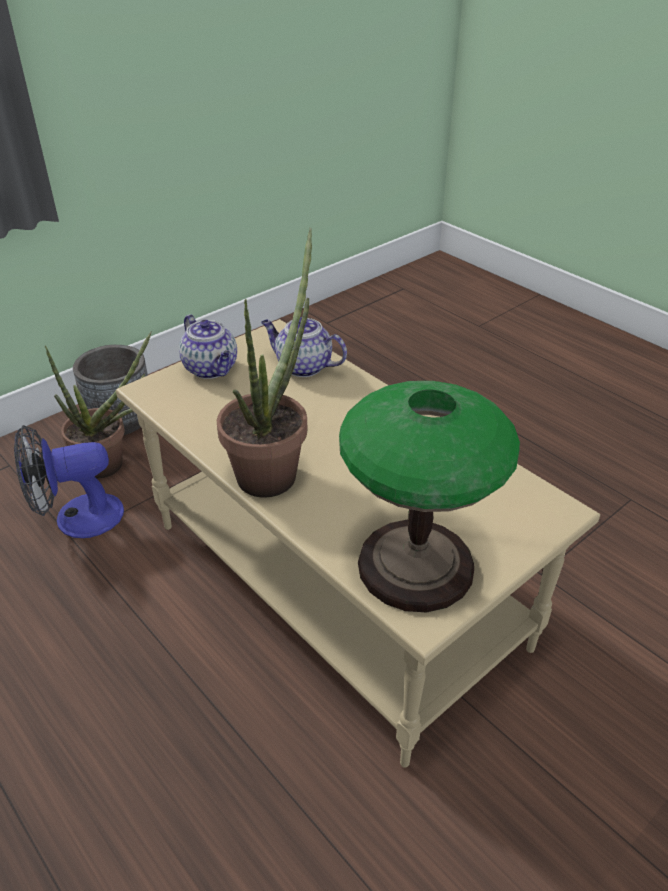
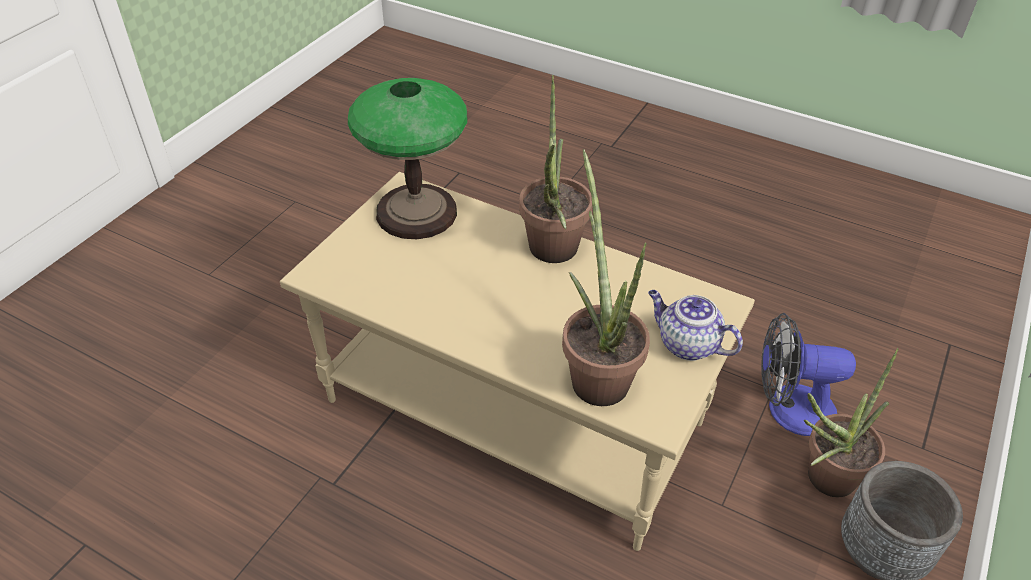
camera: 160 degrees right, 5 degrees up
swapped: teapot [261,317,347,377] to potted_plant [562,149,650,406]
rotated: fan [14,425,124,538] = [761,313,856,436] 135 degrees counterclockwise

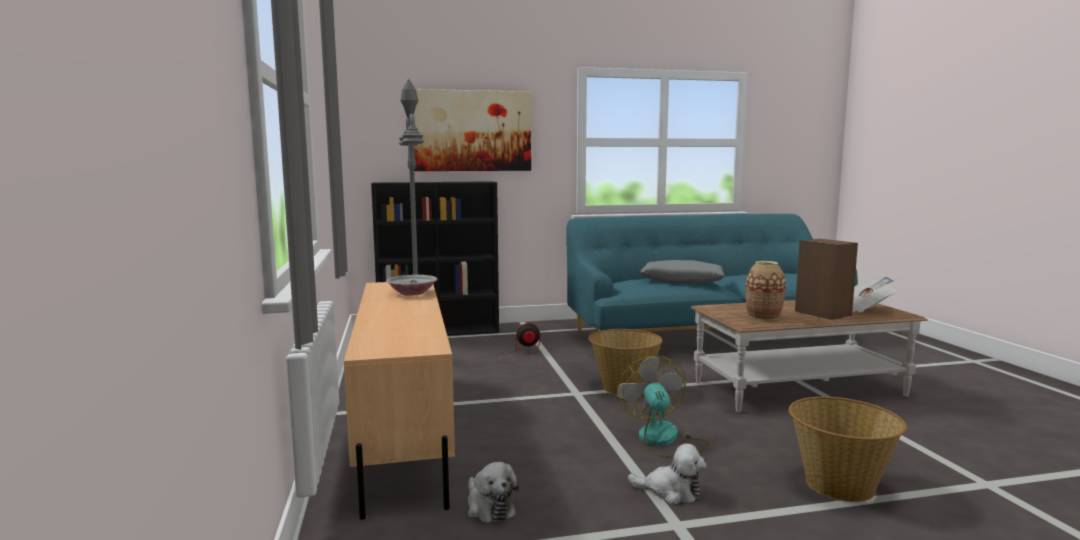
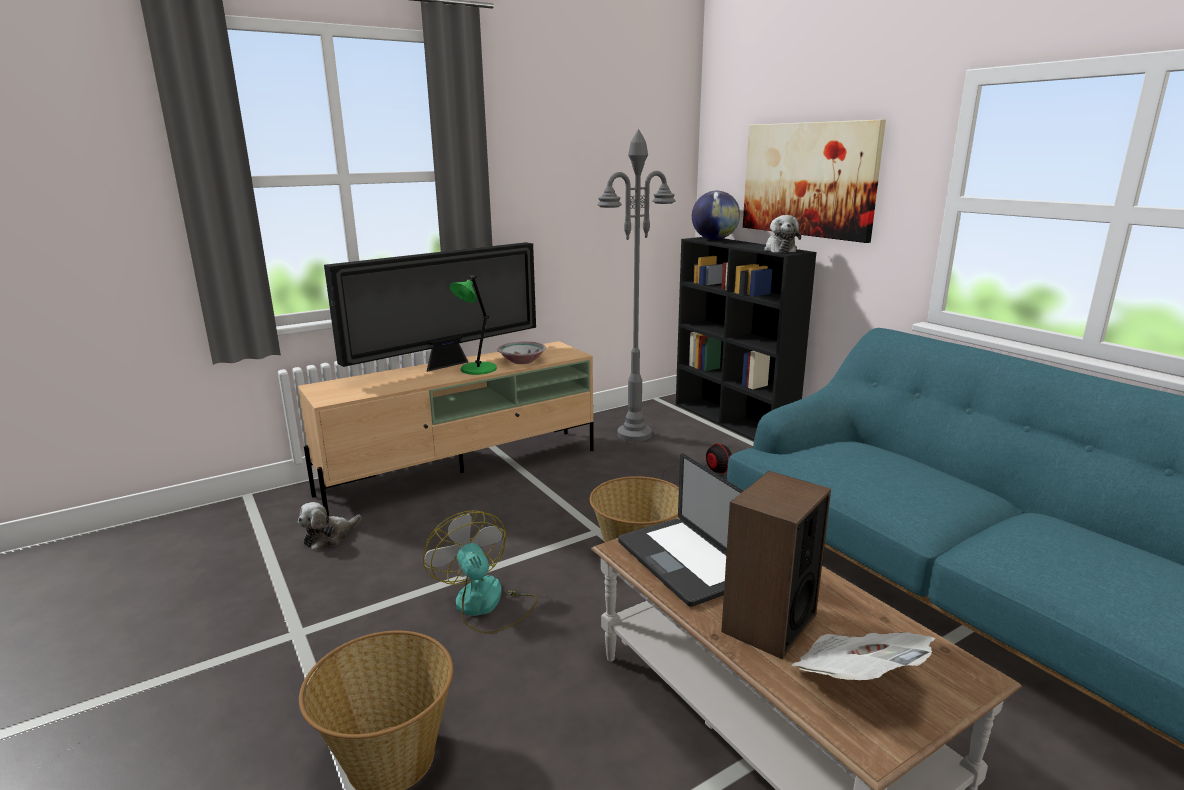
camera: 70 degrees right, 10 degrees up
gone: grey_pillow [640,260,725,283]
new: television [324,242,536,372]; green_table_lamp [450,275,497,375]; globe [692,191,740,240]
shifted: plush_toy [628,443,707,504] to [764,215,801,253]
swapped: vase [745,261,786,321] to laptop [618,453,743,607]
rotated: fan [617,356,709,458] = [423,510,537,634] 90 degrees counterclockwise

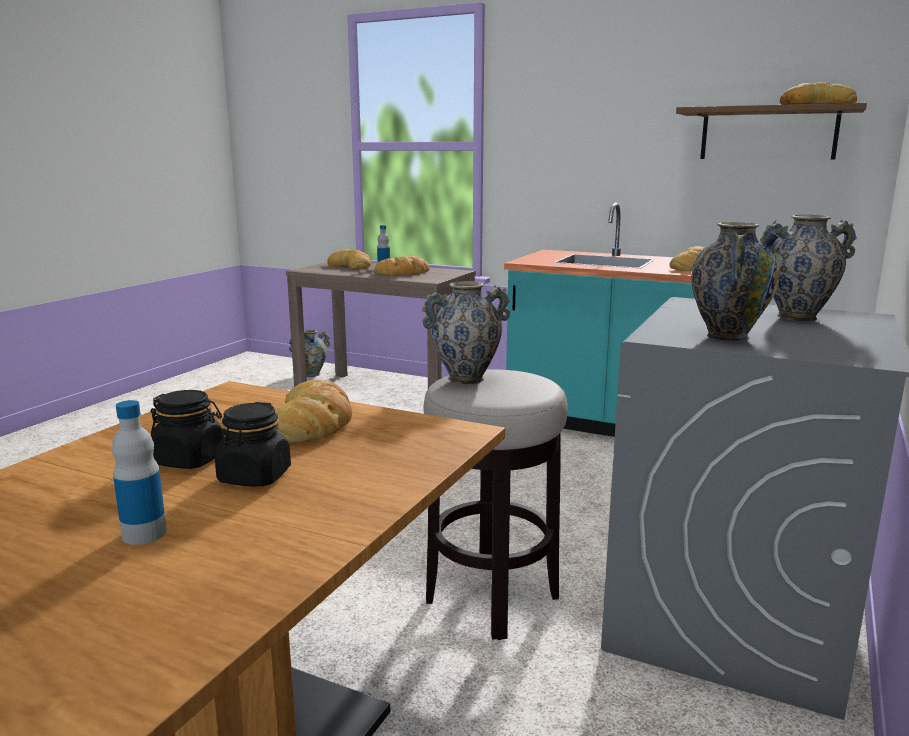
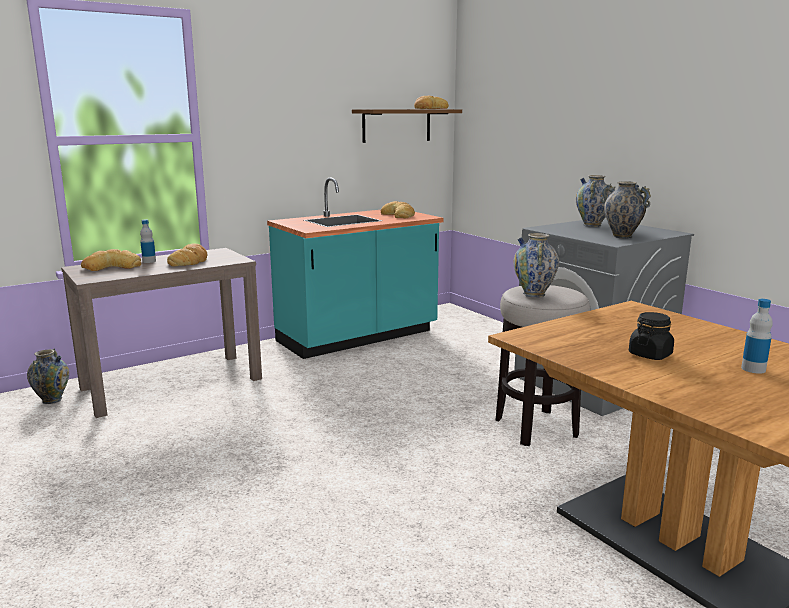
camera: 60 degrees left, 0 degrees up
gone: black_jar [215,402,291,486]; bread [275,379,352,443]

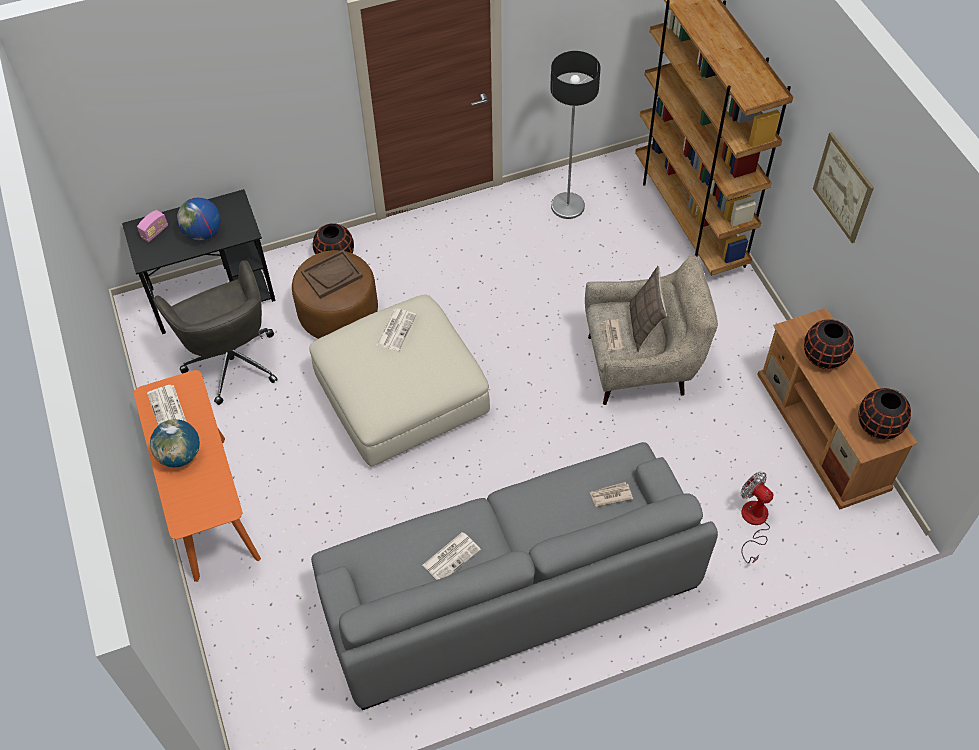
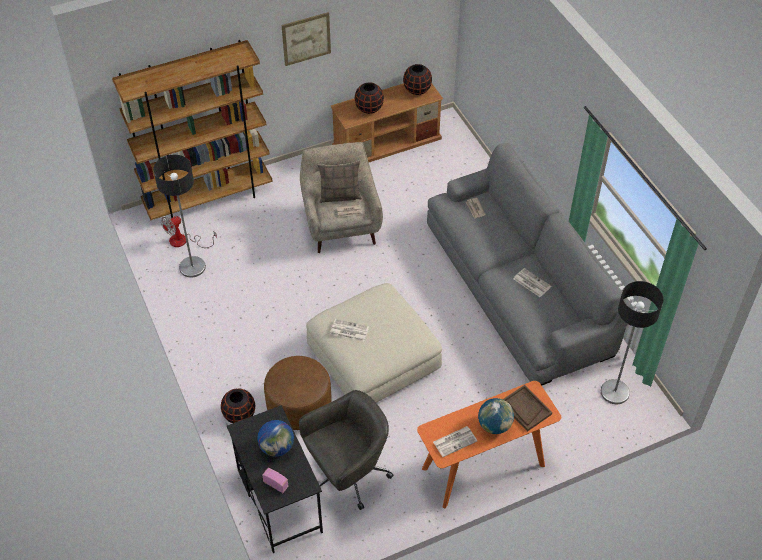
camera: 95 degrees left, 5 degrees down
new: floor_lamp [601,281,664,404]
shifted: fan [741,472,774,564] to [161,216,217,248]; brown_tray [301,250,363,299] to [503,385,552,432]

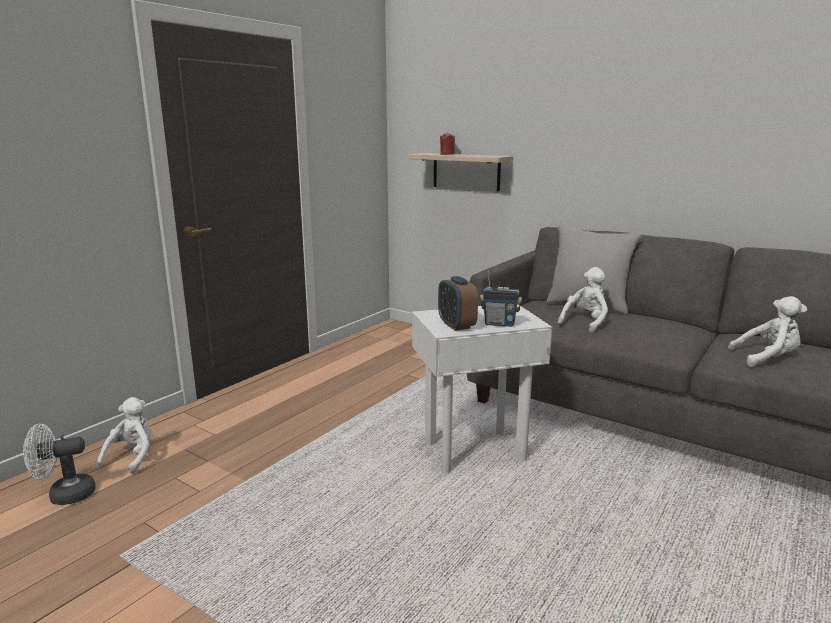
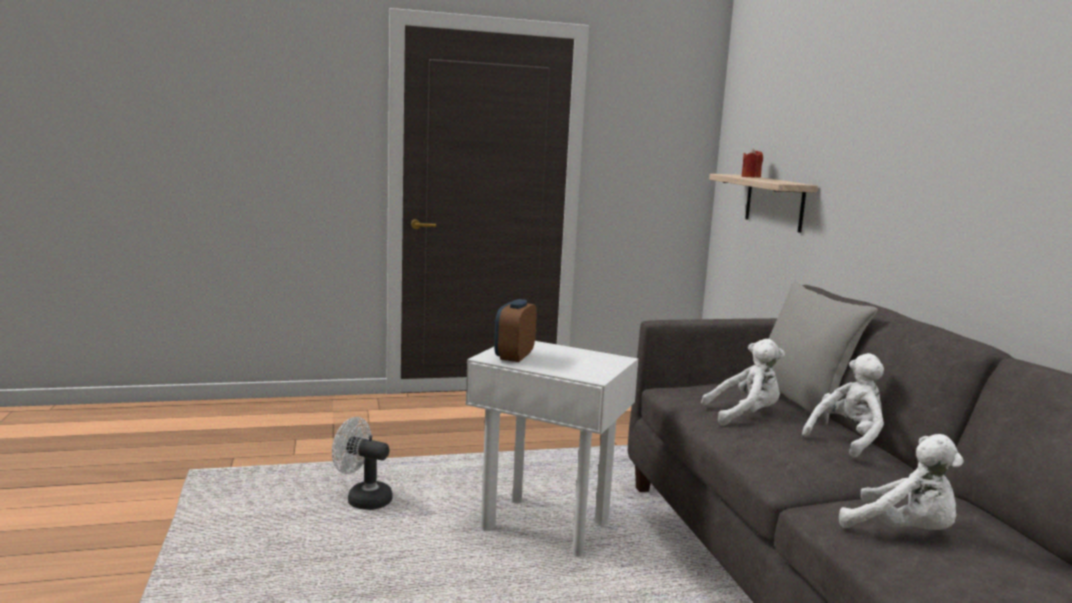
camera: 40 degrees right, 5 degrees down
gone: radio [480,269,522,327]
shifted: white_fan [23,424,96,505] to [332,417,393,510]; white_plush_toy [96,397,152,474] to [802,353,884,458]

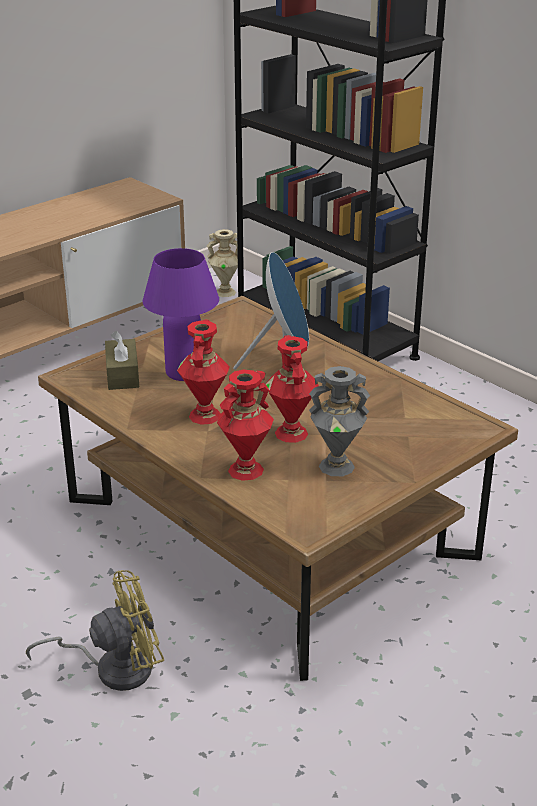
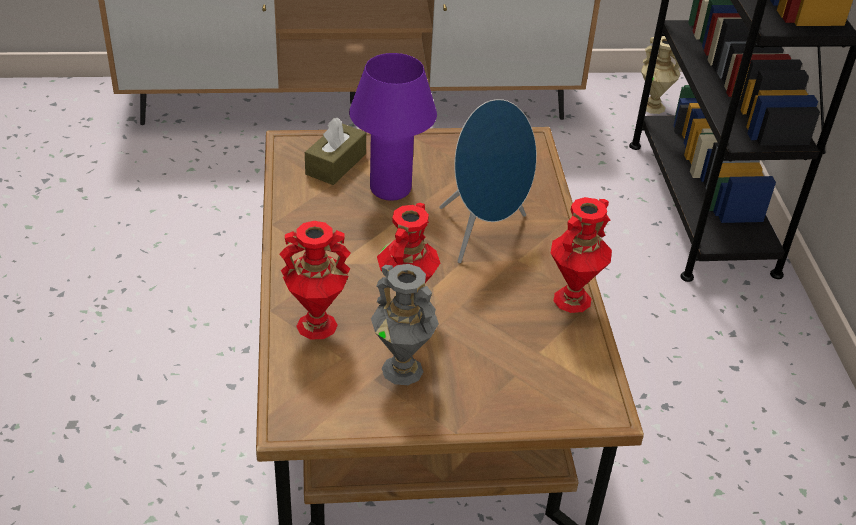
camera: 35 degrees right, 10 degrees up
gone: yellow_fan [26,570,164,691]
shifted: red_vase [177,320,230,425] to [551,197,612,313]

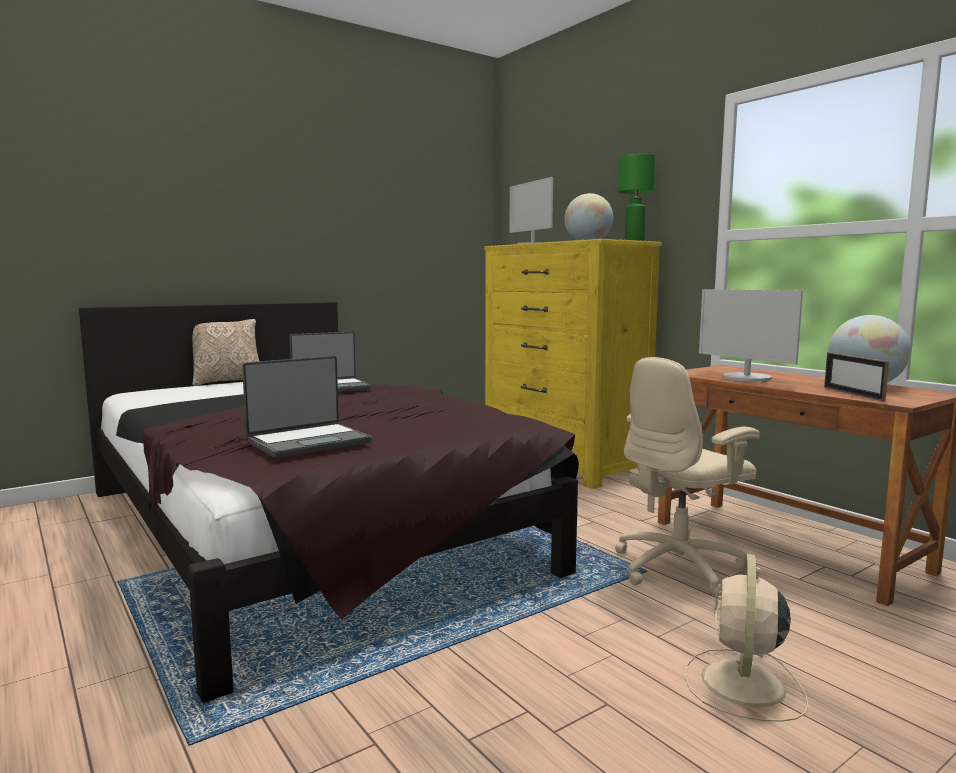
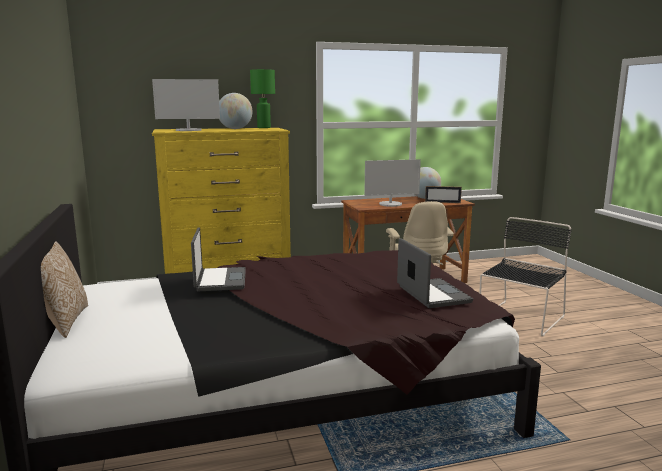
camera: 70 degrees left, 5 degrees up
swapped: beige_fan [685,554,808,722] to black_chair [479,217,571,336]

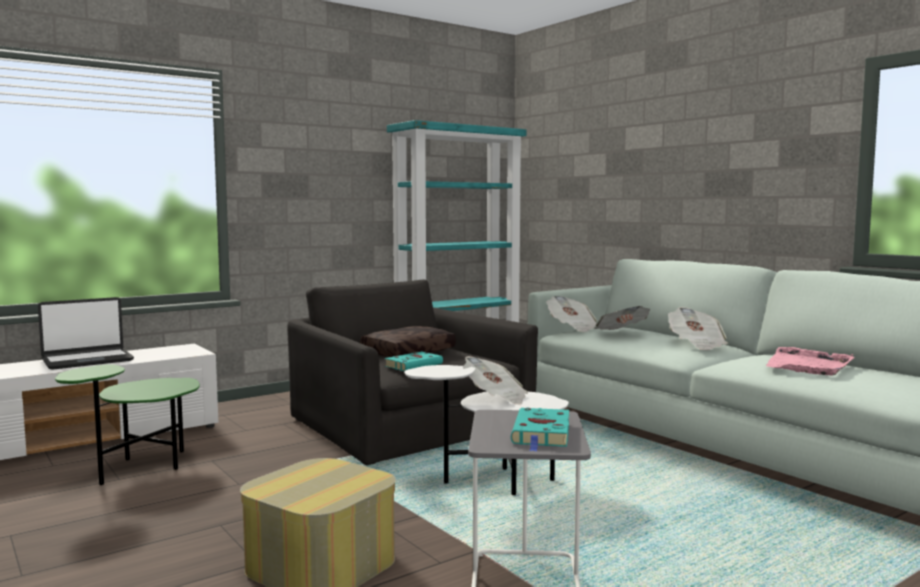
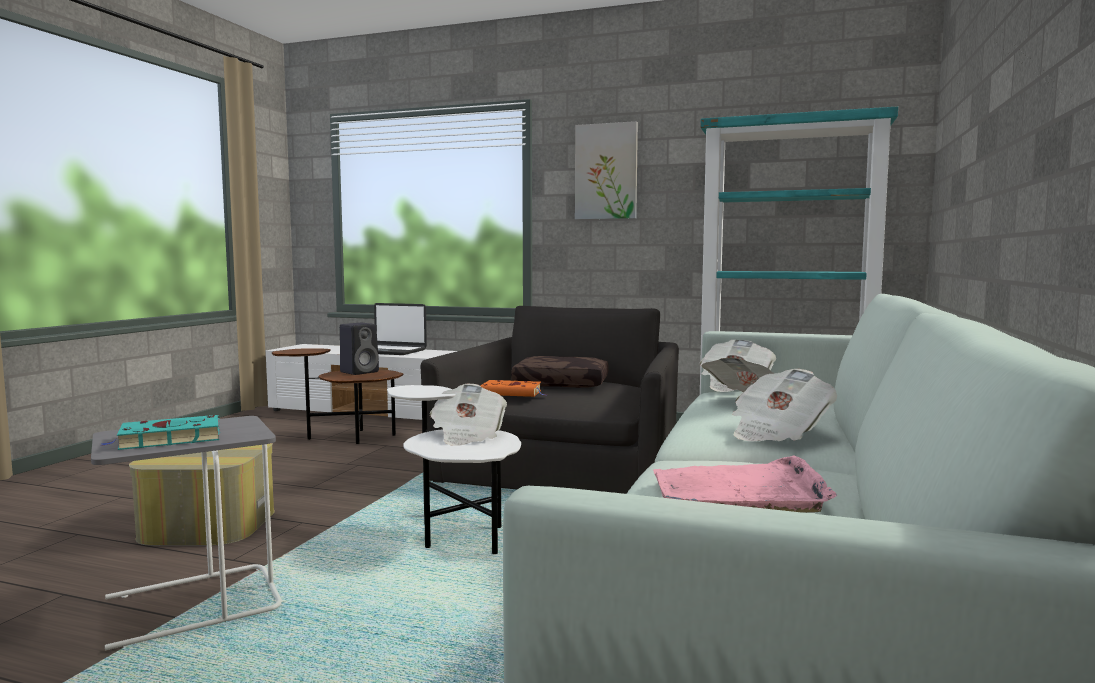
camera: 55 degrees right, 0 degrees up
new: black_speaker [340,323,379,375]; picture [575,121,638,220]
repainted: green_side_table [55,364,200,485] to brown_side_table [272,348,403,444]; turquoise_book [385,352,443,371] to orange_book [480,380,548,397]

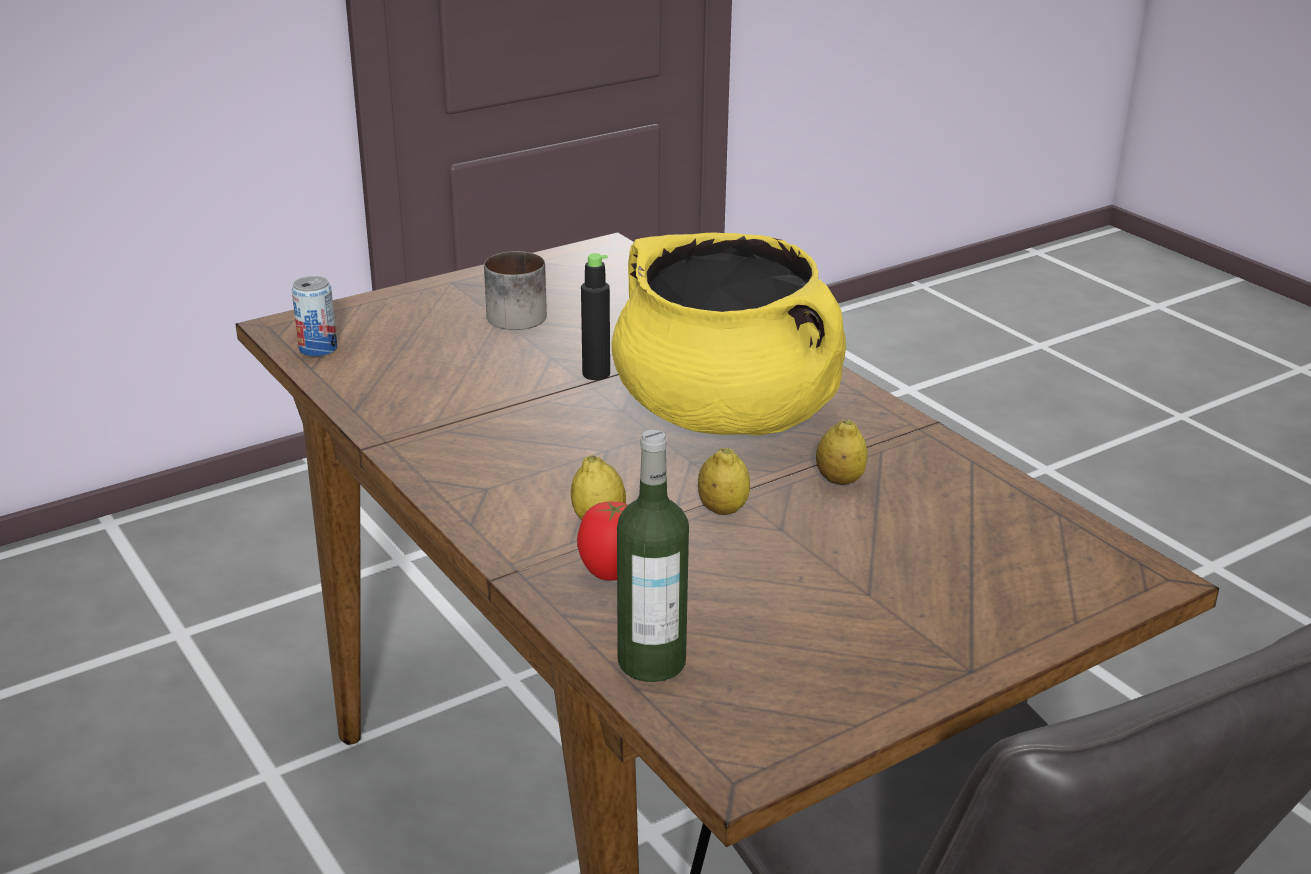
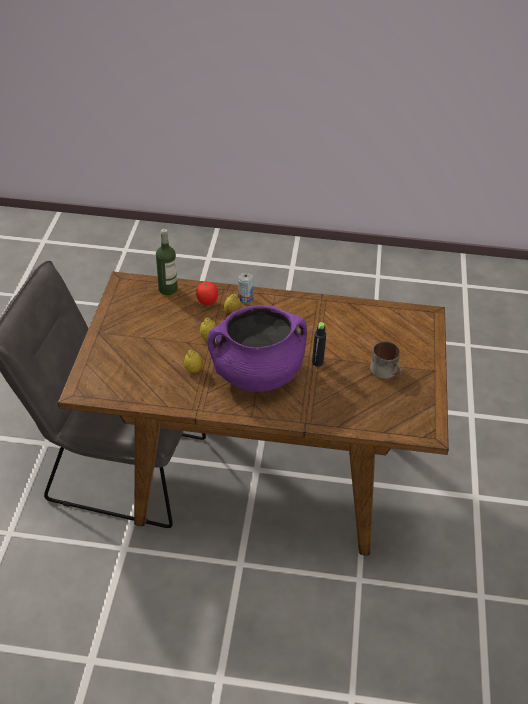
camera: 130 degrees right, 15 degrees up
shifted: can [292,276,337,357] to [238,273,253,303]
repainted: yellow_cooking_pot [612,233,846,436] to purple_cooking_pot [207,305,307,392]

